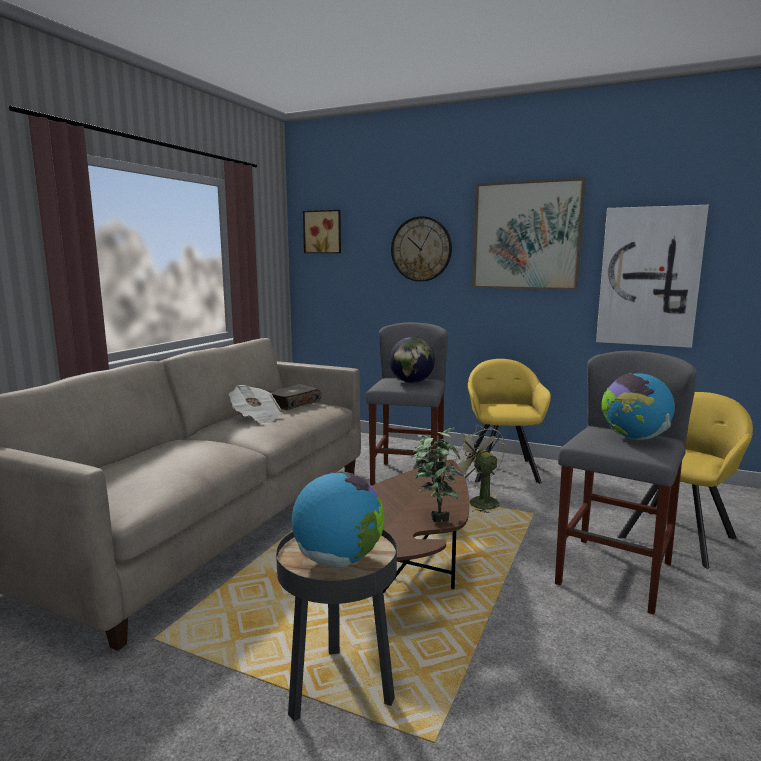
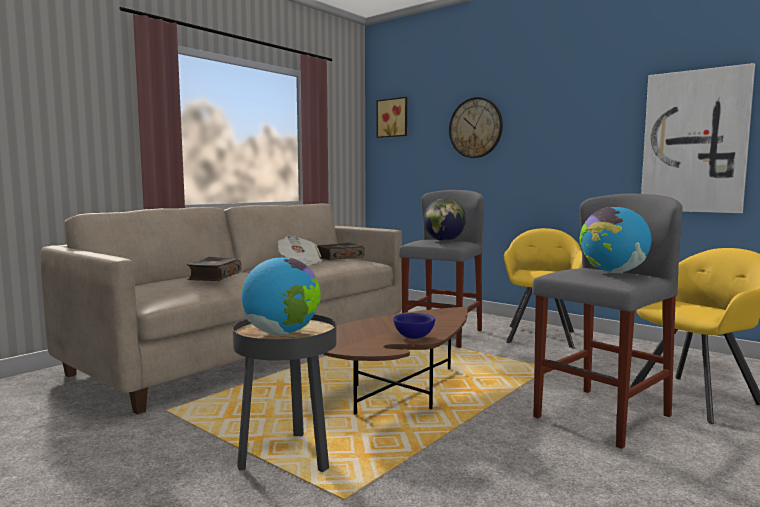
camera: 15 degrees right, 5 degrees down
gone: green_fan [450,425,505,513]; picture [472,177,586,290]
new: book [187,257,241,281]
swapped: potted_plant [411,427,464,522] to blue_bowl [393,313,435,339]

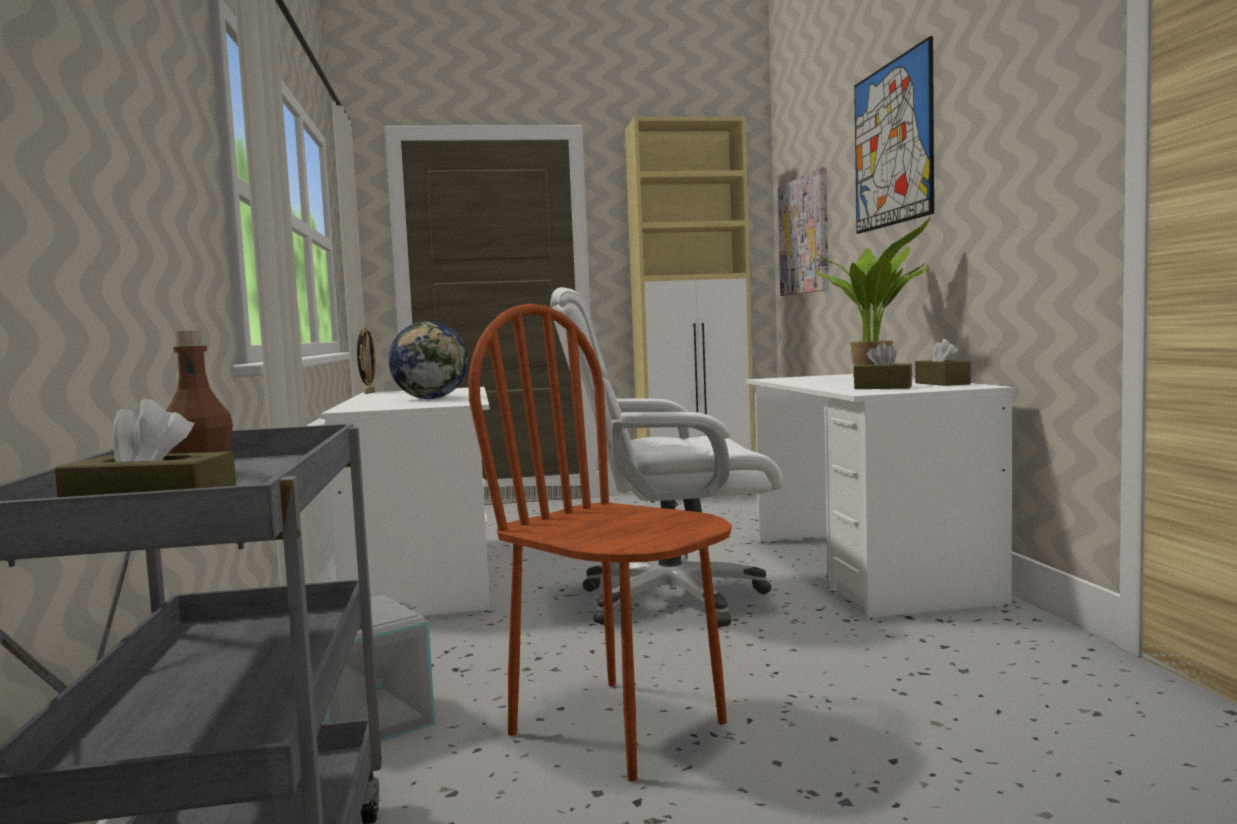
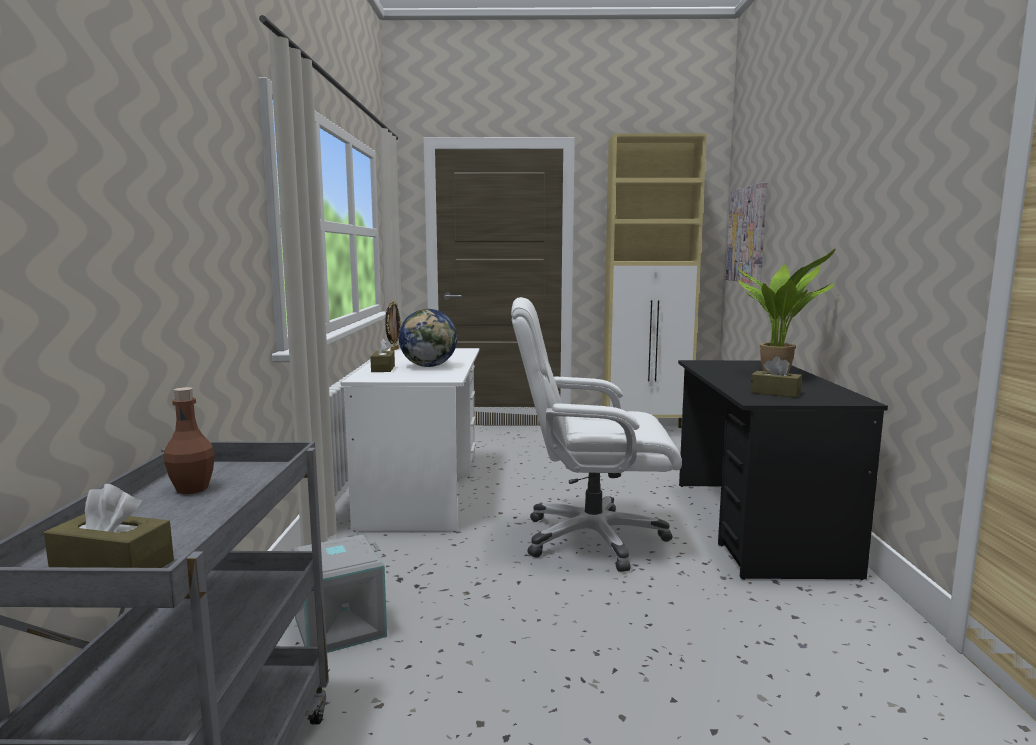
camera: 10 degrees right, 5 degrees up
gone: brown_chair [468,304,732,782]; picture [854,36,934,234]
shifted: brown_tissue_box [915,339,970,386] to [370,338,395,372]
repainted: white_desk [747,374,1016,619] to black_desk [678,360,888,580]

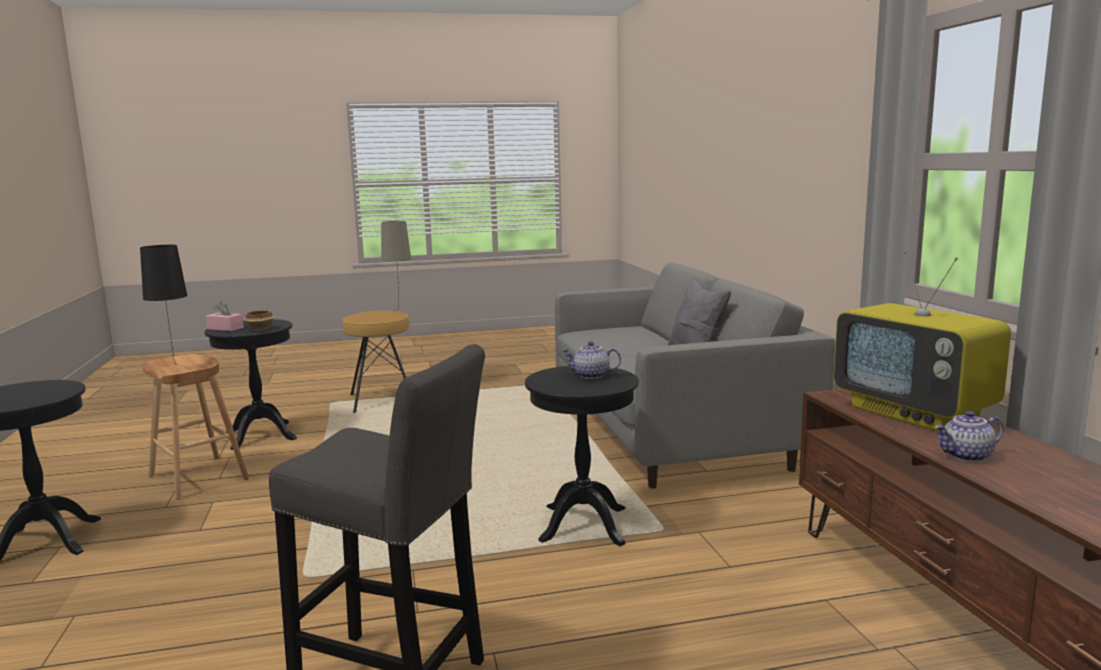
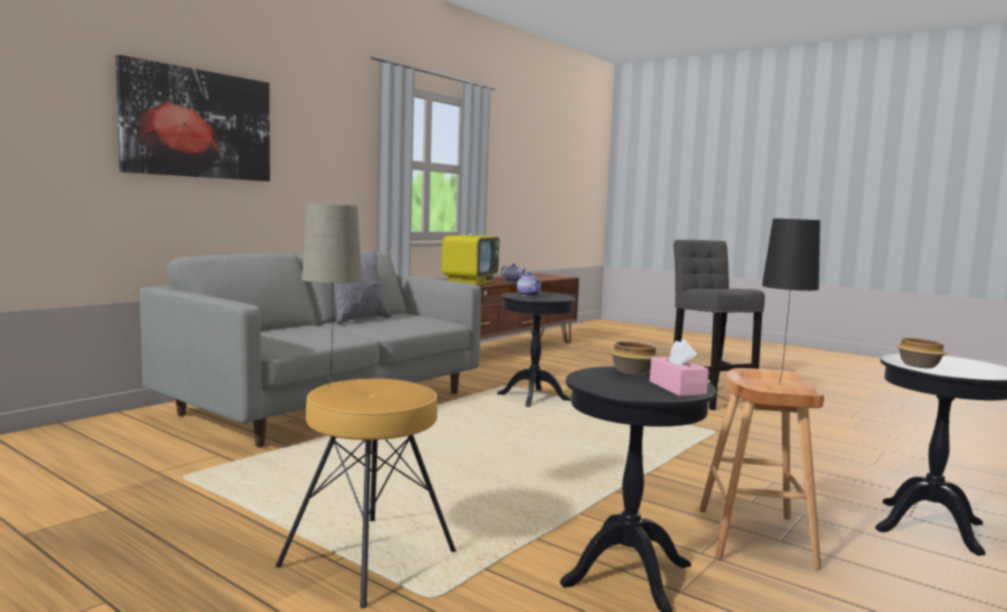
camera: 130 degrees left, 5 degrees down
new: picture [116,55,270,181]; bowl [896,337,947,368]

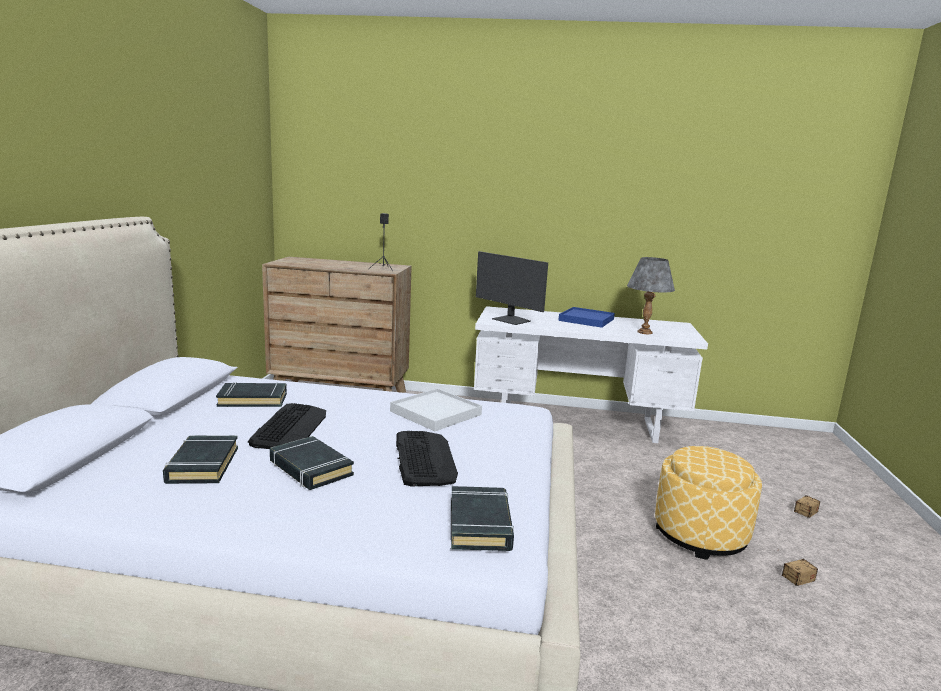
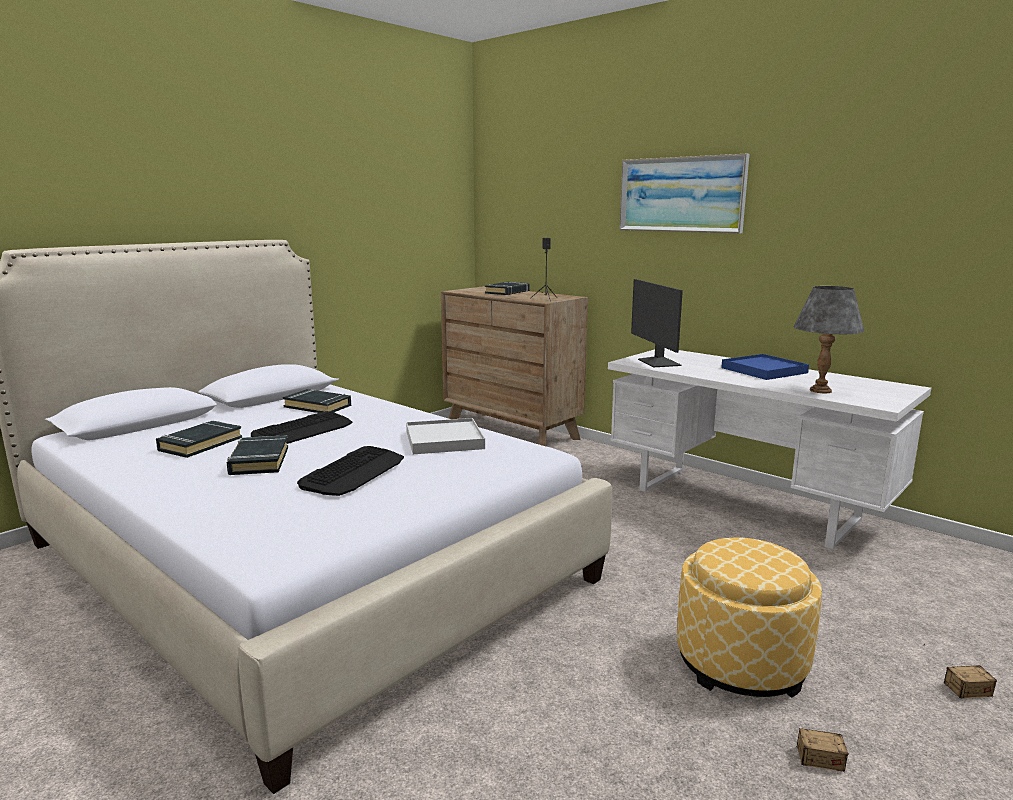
camera: 35 degrees right, 0 degrees up
new: picture [619,154,749,234]
shifted: black_book [451,486,514,551] to [485,282,529,295]

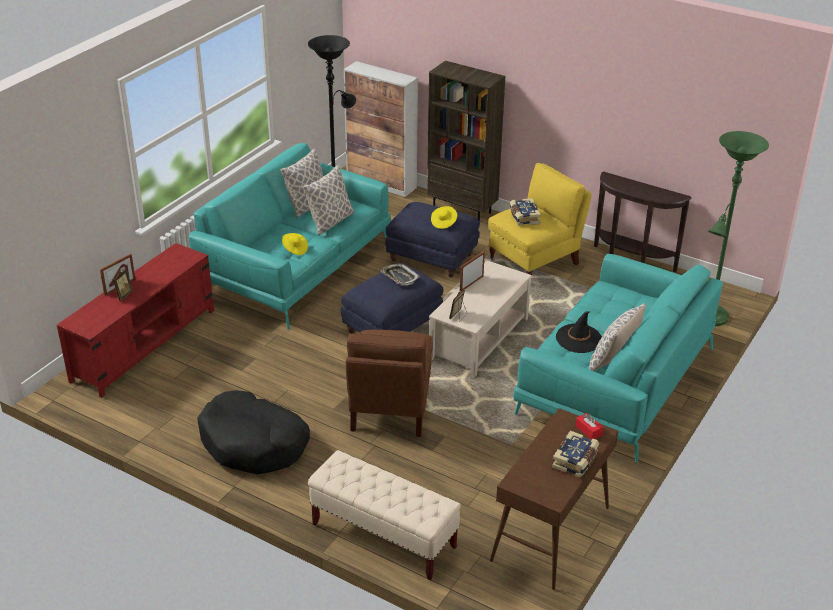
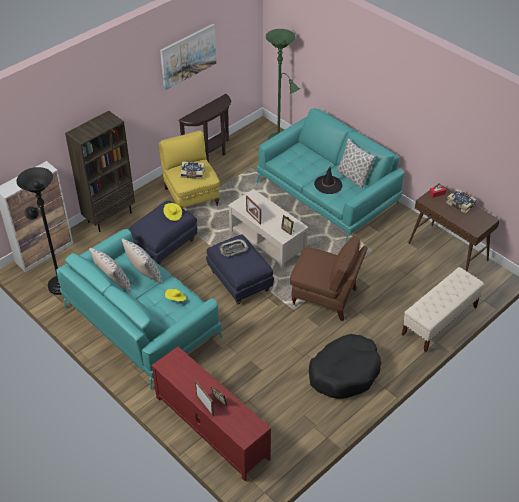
camera: 75 degrees left, 10 degrees up
new: picture [160,24,216,90]

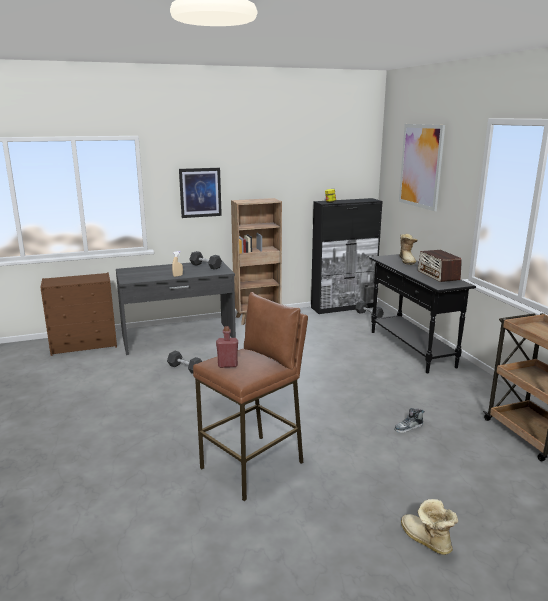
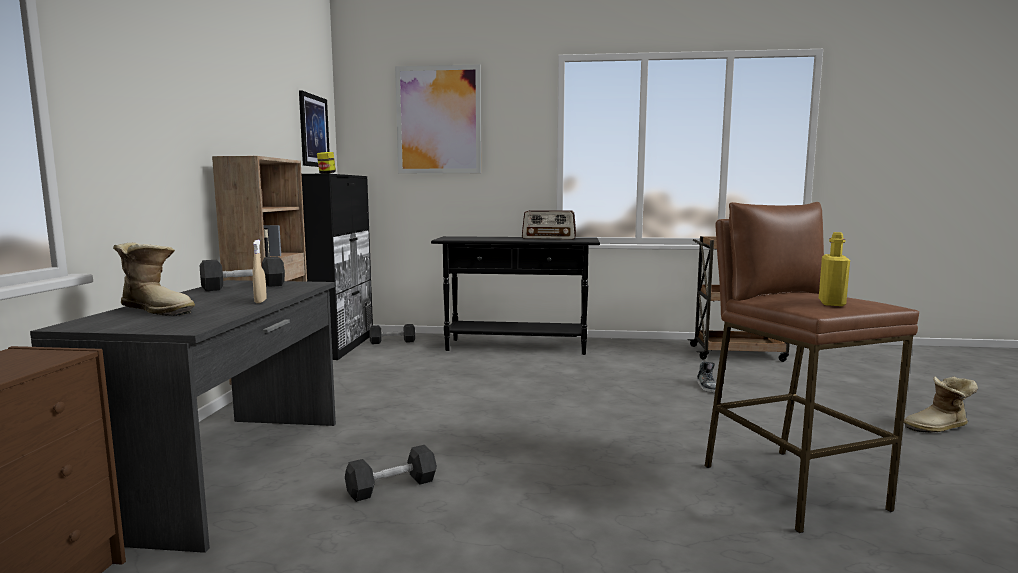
camera: 65 degrees left, 10 degrees down
shifted: boot [399,234,418,265] to [113,242,195,316]; picture [179,168,222,218] to [299,90,330,167]
repainted: red_bottle [216,326,238,368] to yellow_bottle [819,232,850,306]

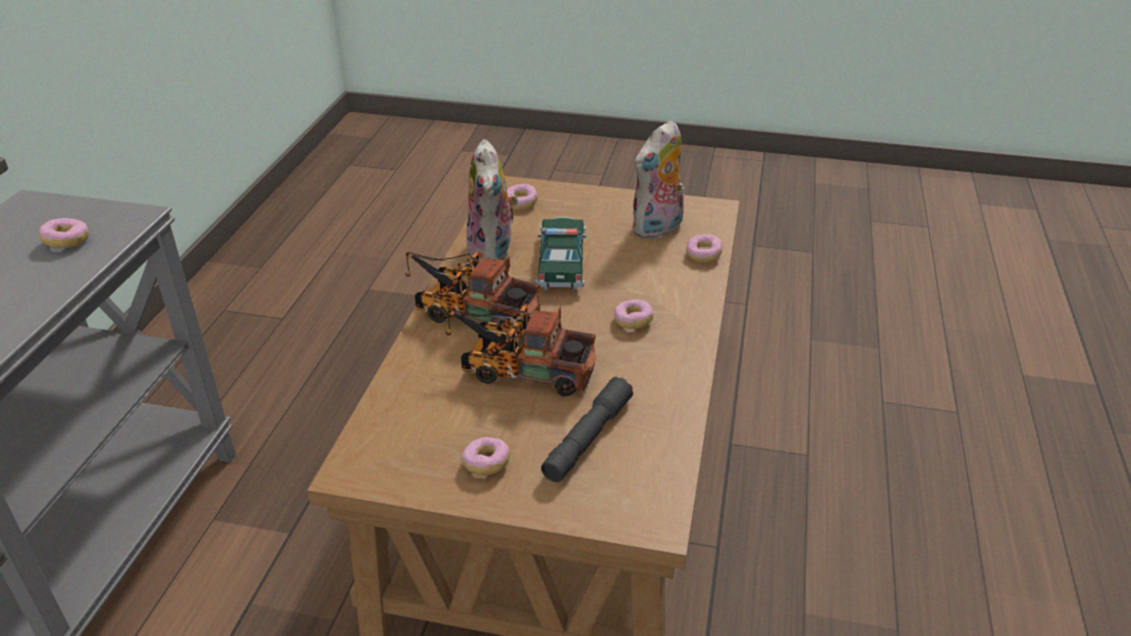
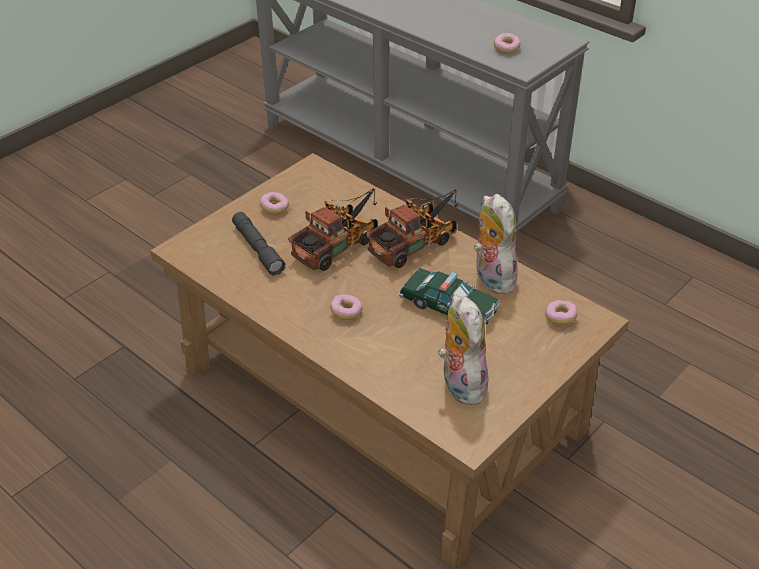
camera: 120 degrees right, 5 degrees up
gone: donut [686,234,723,263]
rotated: plush_toy [466,139,518,262] = [474,194,518,294] 45 degrees clockwise

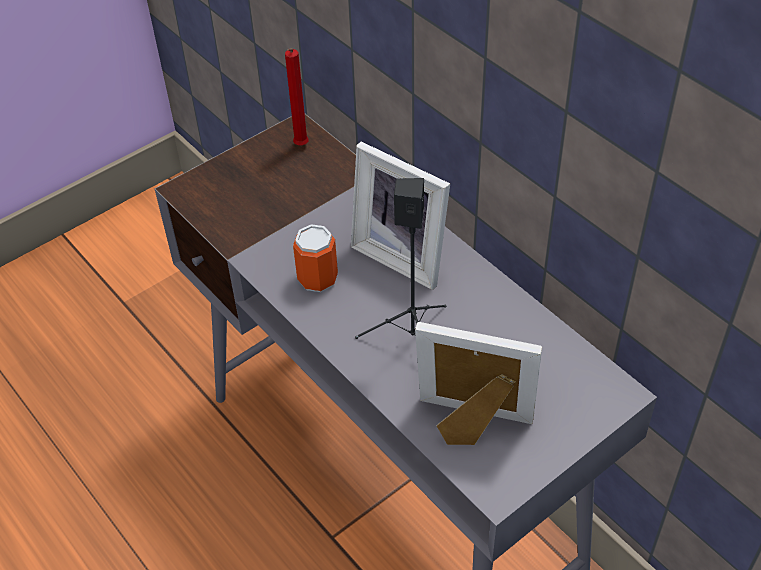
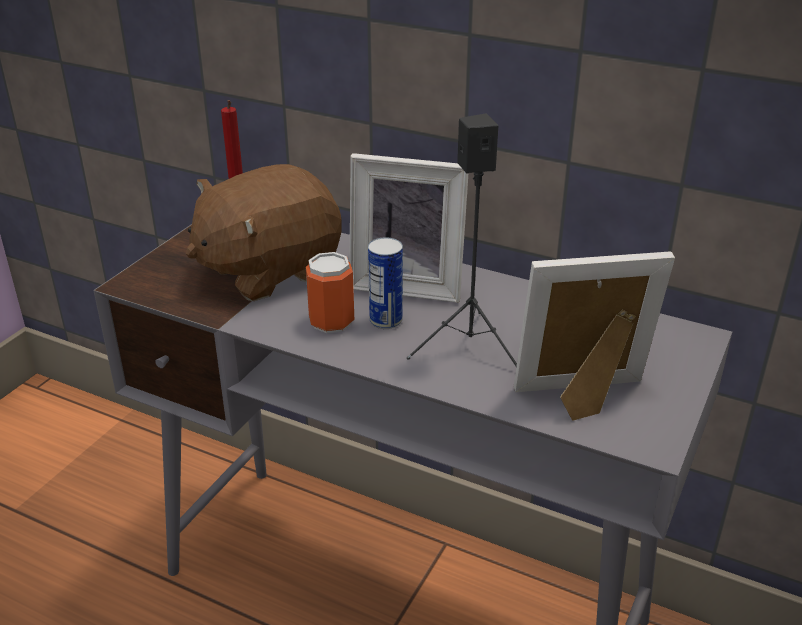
camera: 25 degrees left, 15 degrees down
new: brown_plush_toy [186,164,341,301]; can [368,237,403,329]

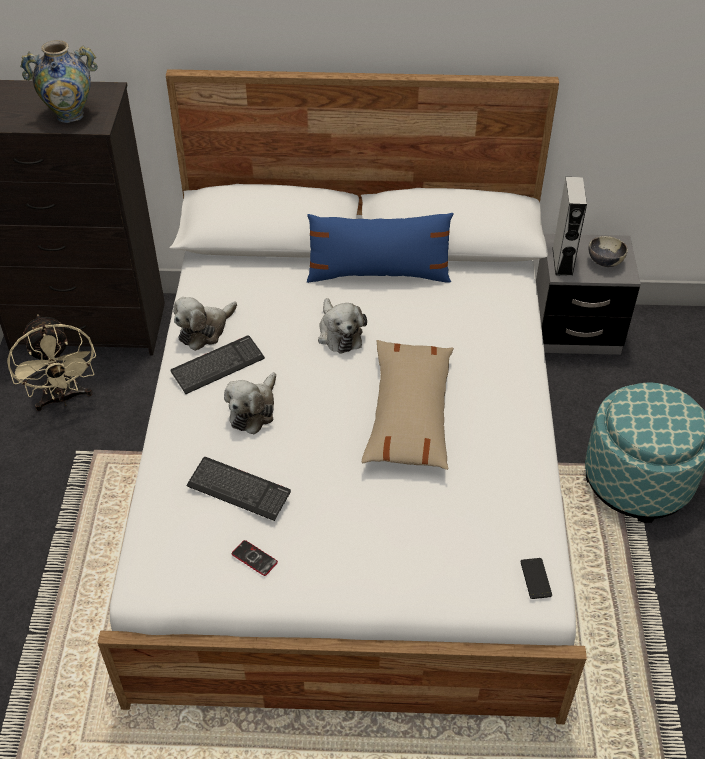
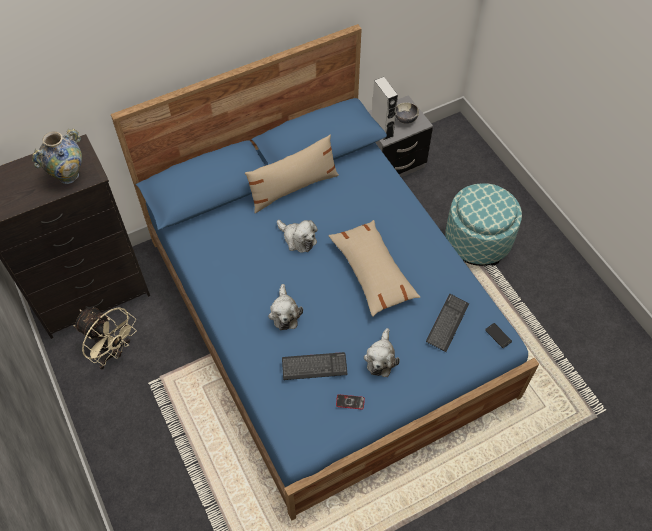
camera: 30 degrees left, 10 degrees up
shifted: plush_toy [173,297,237,351] to [364,328,400,377]; keyboard [170,335,265,394] to [426,294,469,352]
repainted: white_bed [98,69,587,724] to blue_bed [111,24,539,520]; blue_pillow [307,213,454,283] to beige_pillow [245,135,339,213]

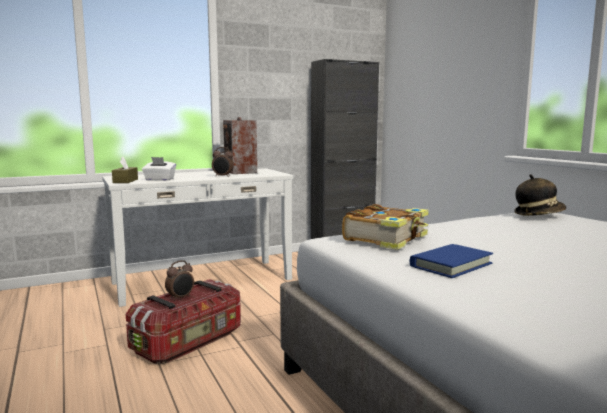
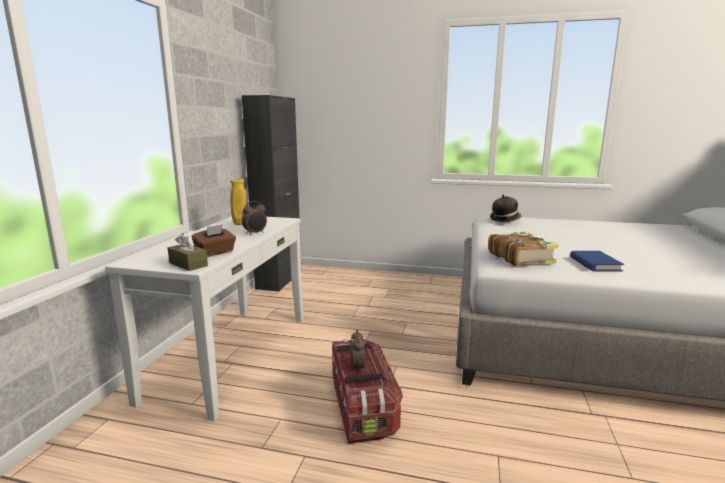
camera: 50 degrees left, 5 degrees up
swapped: speaker [223,117,257,174] to yellow_vase [230,179,247,225]
repainted: white_tissue_box [142,157,176,181] to brown_tissue_box [192,224,236,257]

